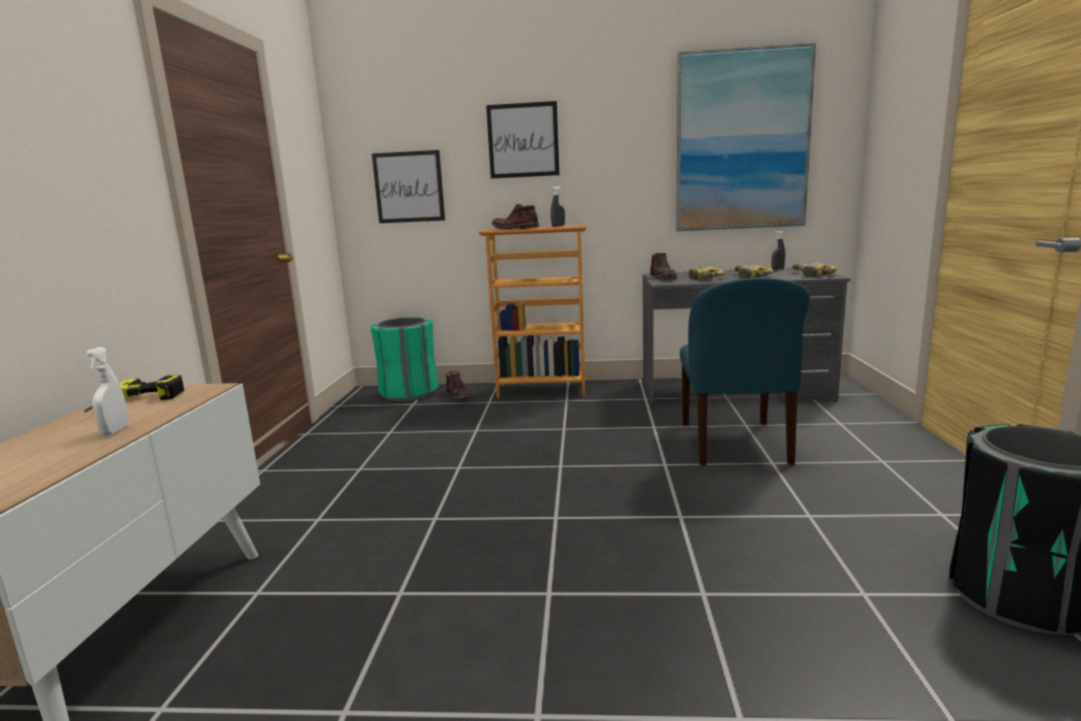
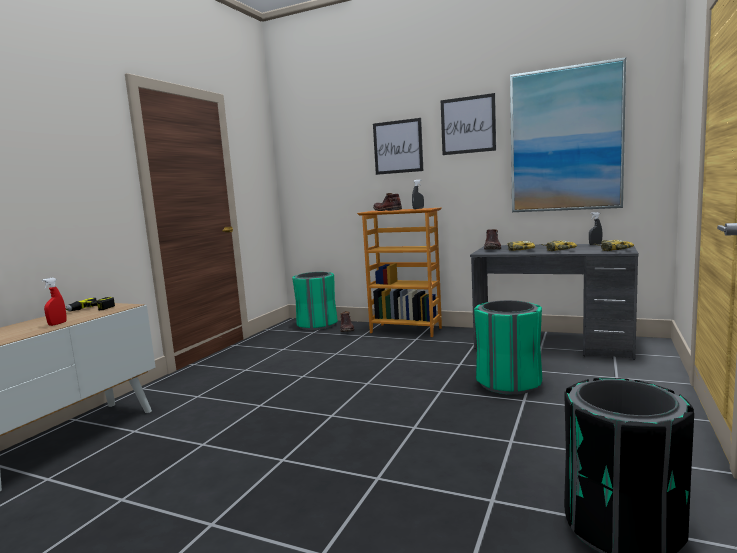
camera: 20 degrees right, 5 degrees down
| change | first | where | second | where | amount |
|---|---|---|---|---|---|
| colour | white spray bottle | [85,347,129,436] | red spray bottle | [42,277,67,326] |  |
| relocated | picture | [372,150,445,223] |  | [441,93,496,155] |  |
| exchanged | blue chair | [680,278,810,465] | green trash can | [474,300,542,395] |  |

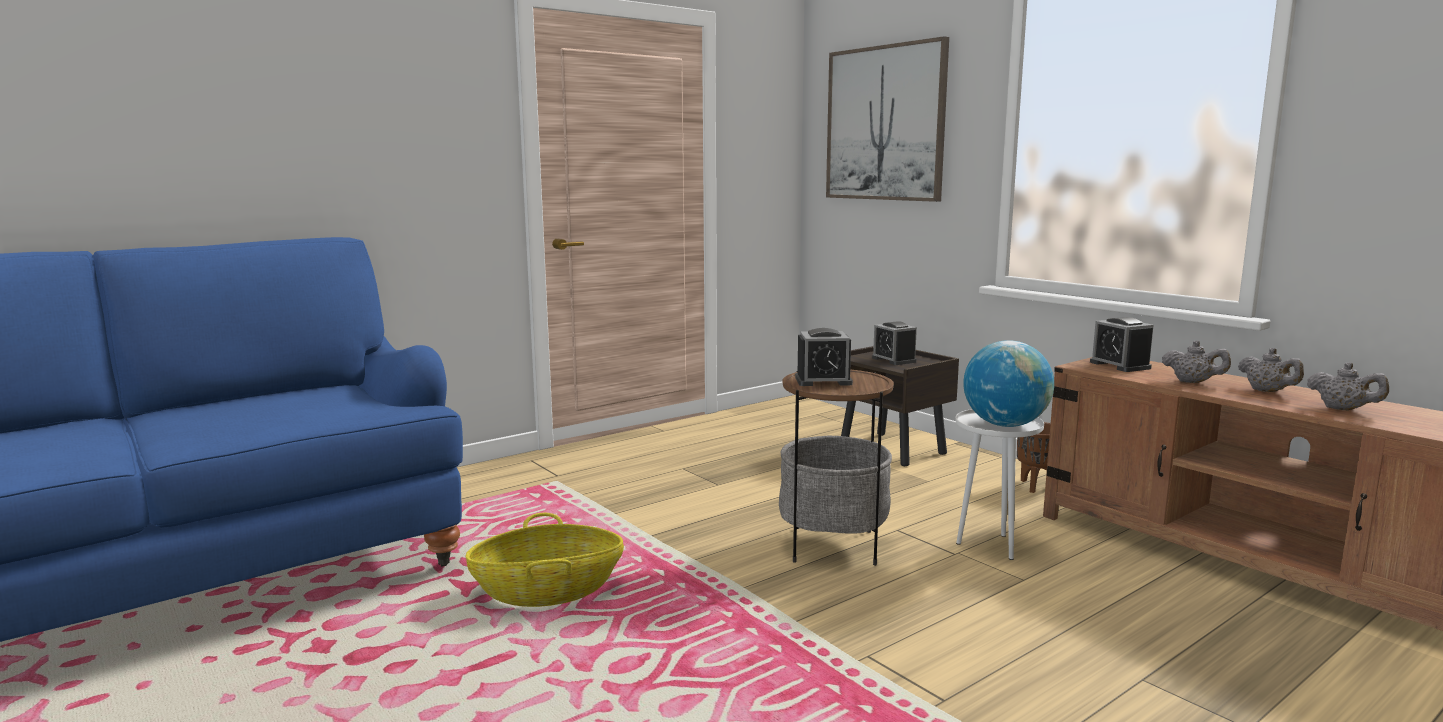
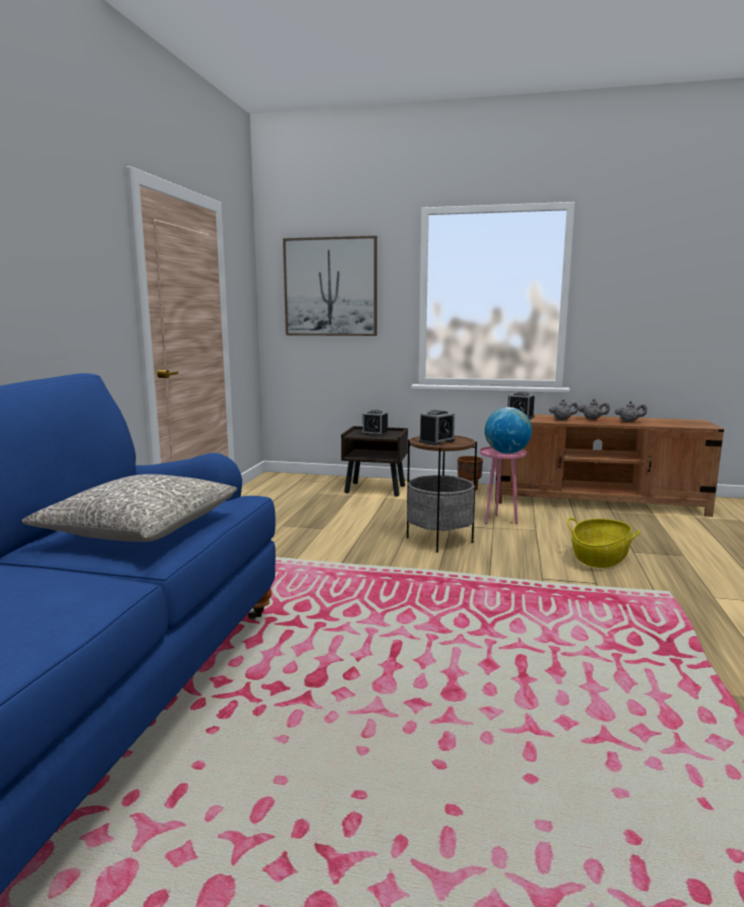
camera: 40 degrees left, 0 degrees up
| change | first | where | second | where | amount |
|---|---|---|---|---|---|
| relocated | basket | [465,513,624,607] |  | [567,518,641,568] |  |
| colour | white side table | [955,409,1044,560] | pink side table | [480,446,526,524] |  |
| appeared |  |  | grey pillow | [22,474,237,542] |  |

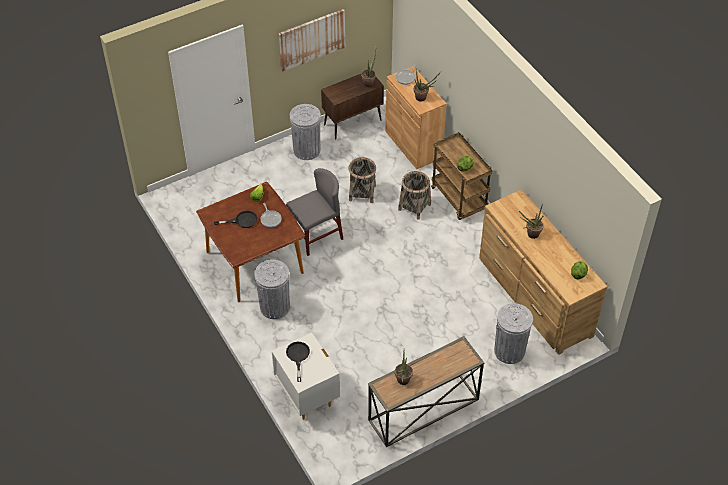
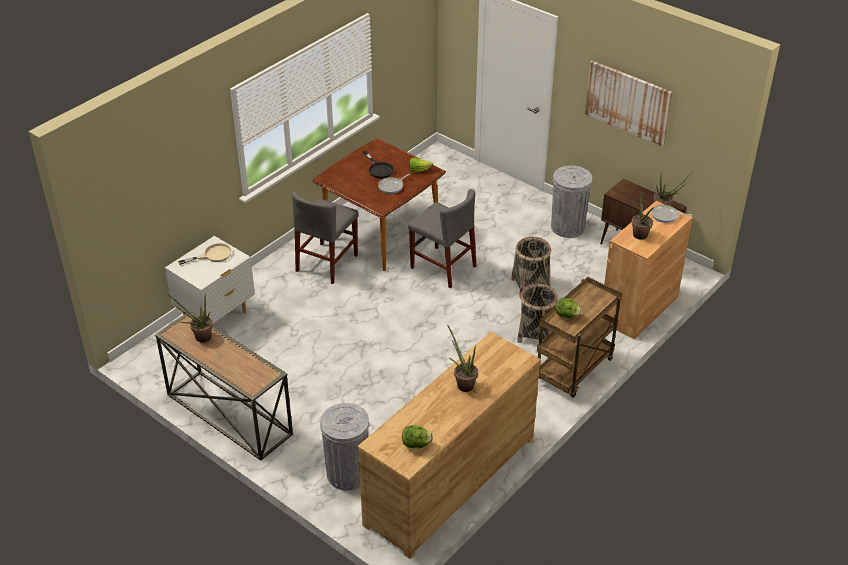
camera: 70 degrees right, 10 degrees down
| change | first | where | second | where | amount |
|---|---|---|---|---|---|
| exchanged | grey trash can | [254,259,290,319] | grey chair | [292,191,359,284] |  |
| colour | black frying pan | [286,342,310,382] | beige frying pan | [178,243,232,265] |  |

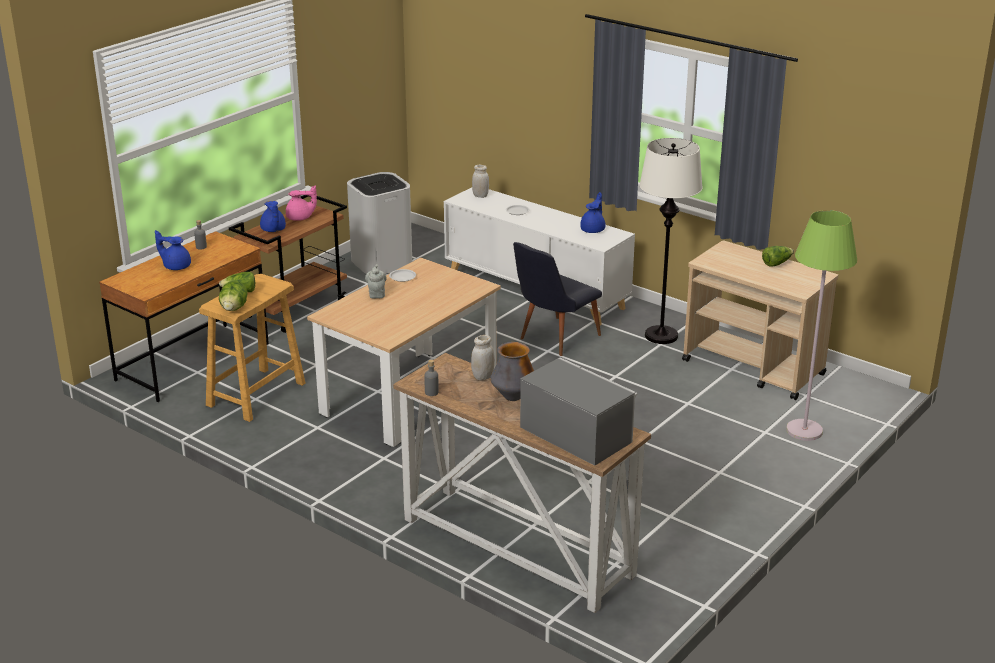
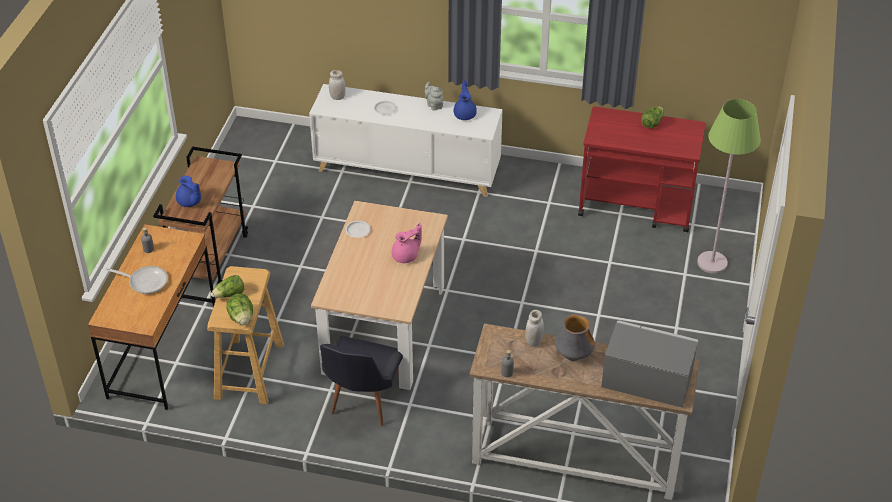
camera: 25 degrees left, 15 degrees up
| change | first | where | second | where | amount |
|---|---|---|---|---|---|
| exchanged | blue teapot | [155,230,191,270] | frying pan | [105,266,168,294] |  |
| relocated | pink teapot | [286,185,317,221] |  | [392,223,422,263] |  |
| missing | white trash can | [347,172,412,274] |  |  |  |
| relocated | grey teapot | [365,264,387,298] |  | [425,82,443,111] |  |
| relocated | black chair | [513,242,602,356] |  | [320,336,403,426] |  |
| missing | white floor lamp | [639,138,703,344] |  |  |  |
| colour | beige cart | [682,240,838,400] | red cart | [578,106,706,232] |  |

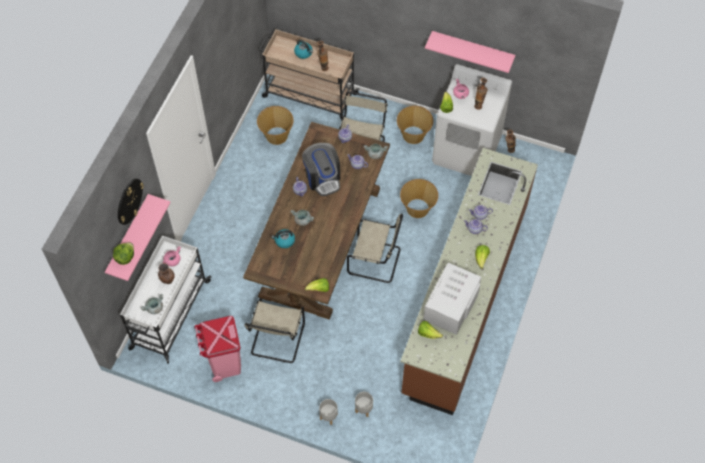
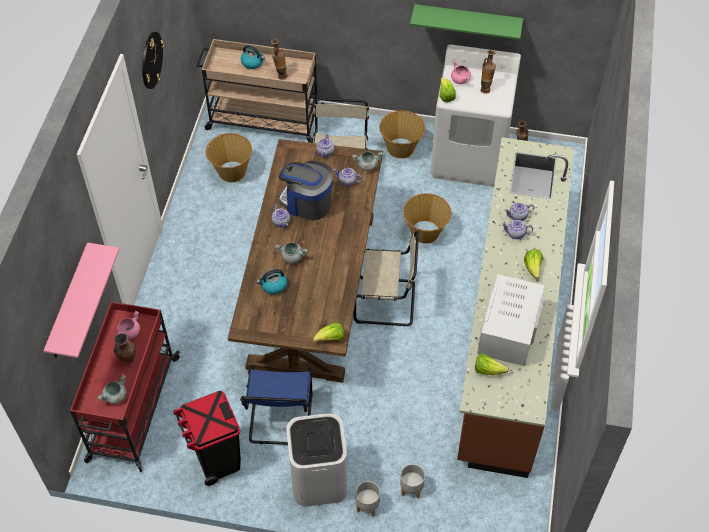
camera: 10 degrees left, 5 degrees down
| change | first | where | second | where | amount |
|---|---|---|---|---|---|
| missing | lettuce | [113,242,134,265] |  |  |  |
| relocated | wall clock | [118,179,144,225] |  | [142,32,164,89] |  |
| colour | white cart | [120,236,211,364] | red cart | [70,302,180,472] |  |
| colour | pink trash can | [194,316,241,382] | black trash can | [173,391,241,486] |  |
| colour | beige chair | [244,298,305,363] | blue chair | [240,365,313,445] |  |
| spun | coffee machine | [302,143,340,196] |  | [278,161,333,221] | 150 degrees clockwise |
| colour | pink shelf | [425,31,515,73] | green shelf | [410,4,523,40] |  |
| appeared |  |  | white trash can | [286,413,347,507] |  |

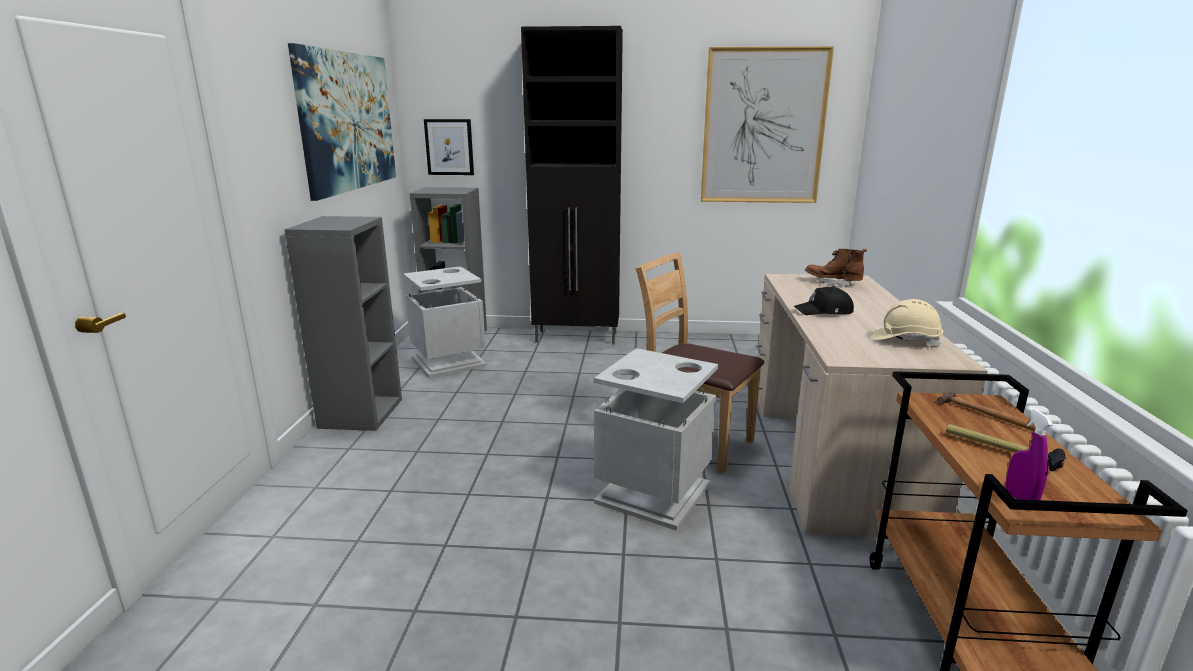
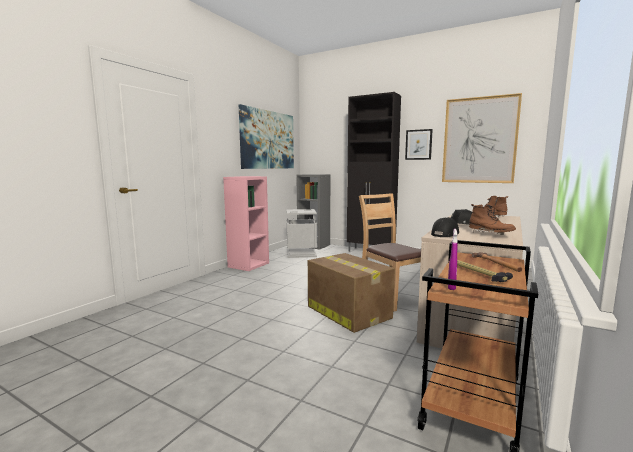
camera: 25 degrees right, 10 degrees down
| change | first | where | second | where | amount |
|---|---|---|---|---|---|
| colour | grey bookcase | [285,216,402,431] | pink bookcase | [223,176,269,271] |  |
| relocated | picture | [424,119,474,175] |  | [405,129,433,160] |  |
| exchanged | grey trash can | [594,348,718,531] | cardboard box | [308,253,395,333] |  |
| exchanged | beige hard hat | [872,299,943,346] | brown boot | [469,204,516,235] |  |
| appeared |  |  | black cap | [431,217,459,237] |  |

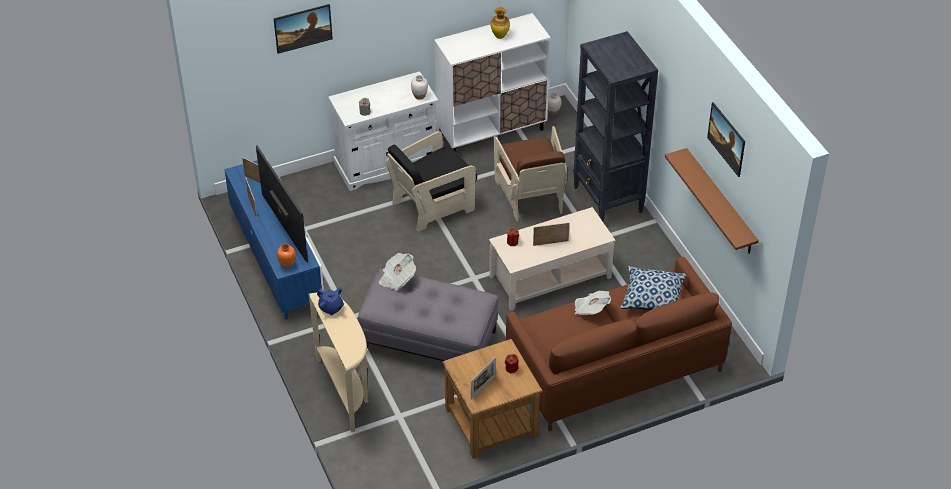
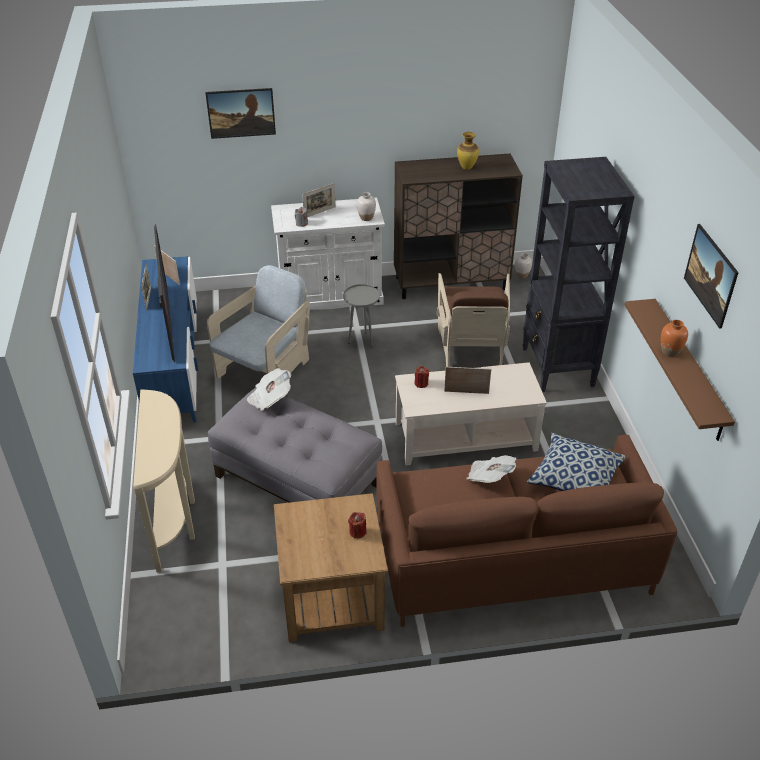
camera: 15 degrees right, 5 degrees down
| change | first | where | second | where | amount |
|---|---|---|---|---|---|
| relocated | orange vase | [277,244,296,269] |  | [661,320,688,357] |  |
| missing | blue teapot | [317,287,345,315] |  |  |  |
| exchanged | black armchair | [386,131,477,232] | grey side table | [343,284,380,347] |  |
| colour | white cabinet | [434,13,551,152] | brown cabinet | [394,154,523,299] |  |
| relocated | picture frame | [471,357,496,400] |  | [302,183,335,217] |  |
| appeared |  |  | beige armchair | [207,265,310,378] |  |

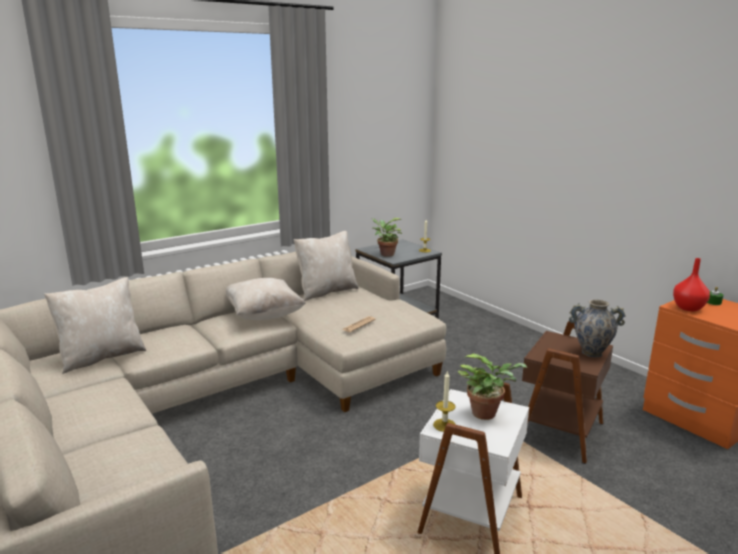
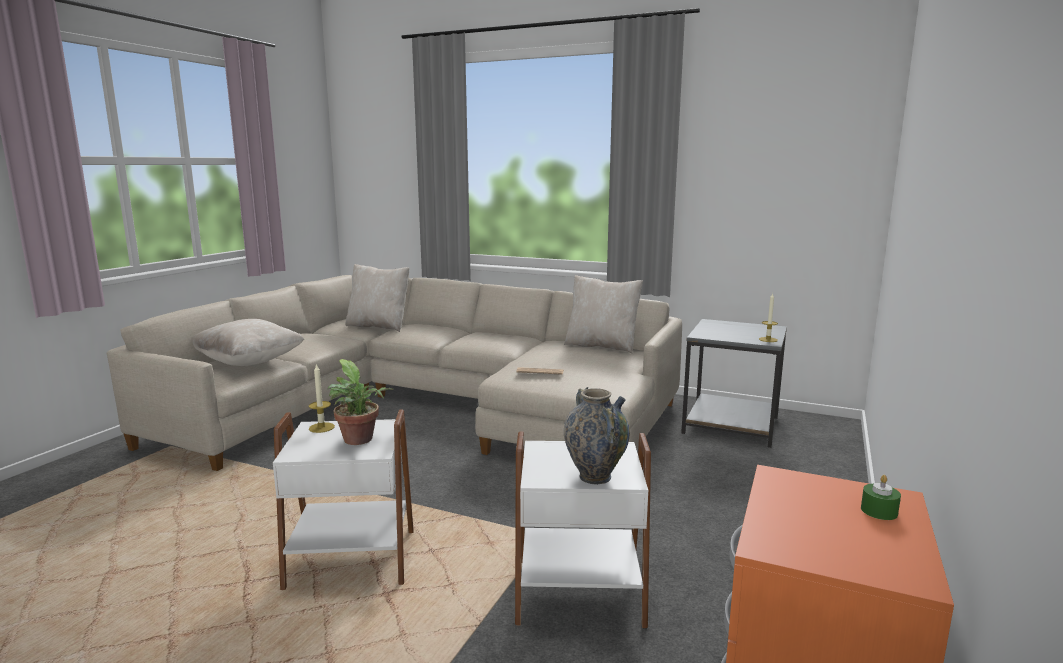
camera: 60 degrees right, 5 degrees down
| change | first | where | second | where | amount |
|---|---|---|---|---|---|
| relocated | beige pillow | [226,278,306,320] |  | [193,319,304,366] |  |
| missing | potted plant | [372,218,402,257] |  |  |  |
| colour | brown side table | [522,321,613,464] | white side table | [515,431,651,629] |  |
| missing | red vase | [673,258,710,311] |  |  |  |

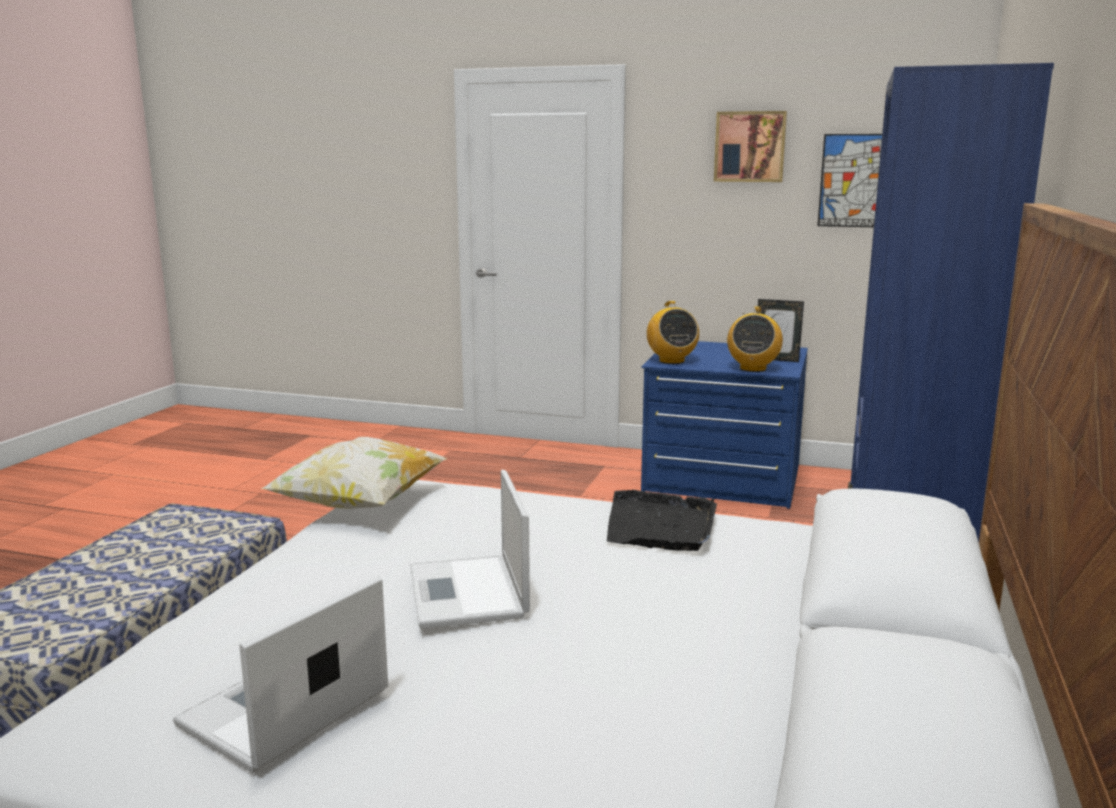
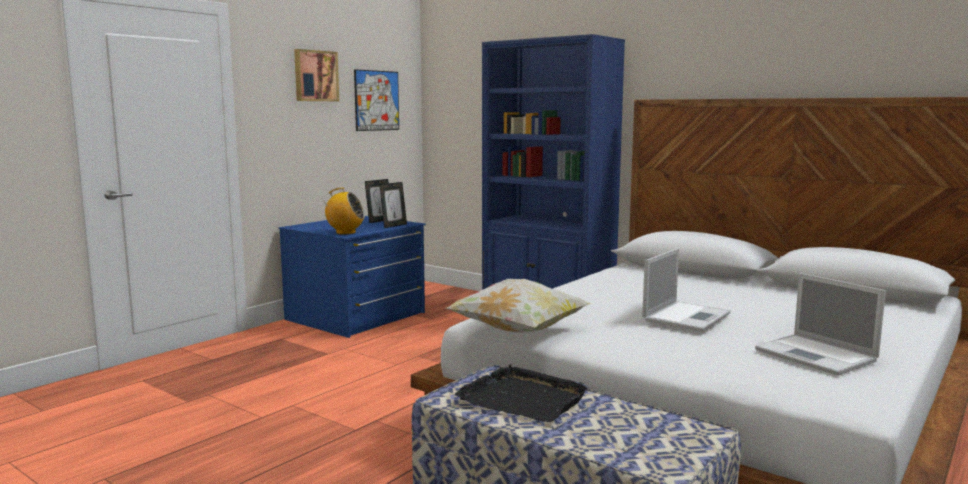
camera: 70 degrees left, 5 degrees down
| change | first | where | second | where | amount |
|---|---|---|---|---|---|
| spun | laptop | [410,470,530,629] |  | [642,248,731,332] | 60 degrees counterclockwise |
| relocated | black tray | [607,490,717,551] |  | [455,364,589,422] |  |
| exchanged | radio | [727,306,783,372] | picture frame | [379,182,407,228] |  |

